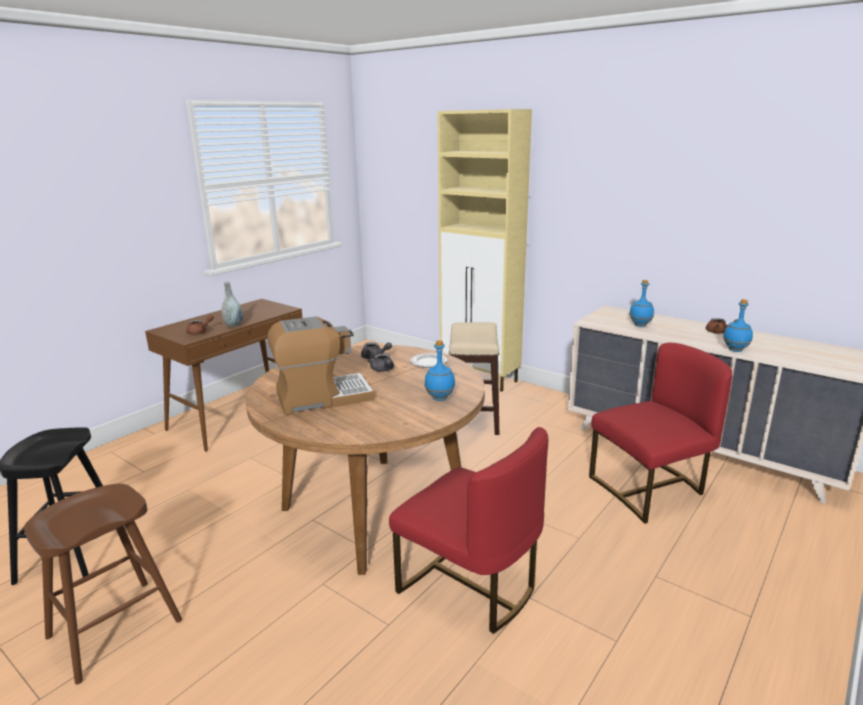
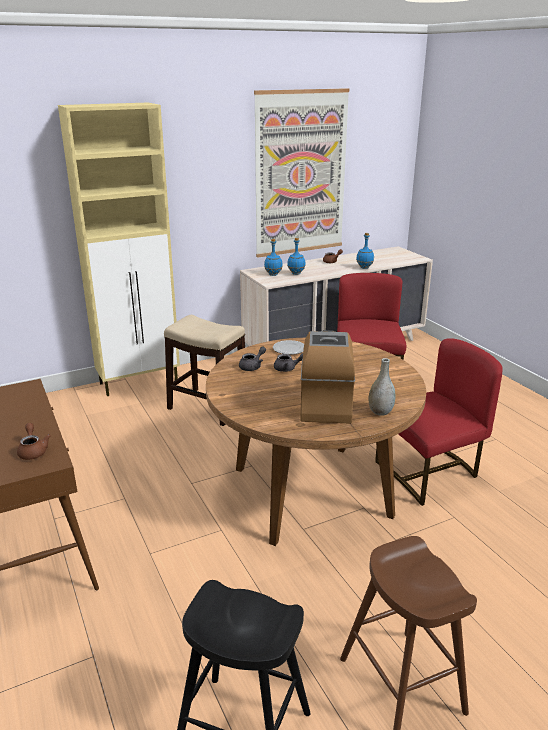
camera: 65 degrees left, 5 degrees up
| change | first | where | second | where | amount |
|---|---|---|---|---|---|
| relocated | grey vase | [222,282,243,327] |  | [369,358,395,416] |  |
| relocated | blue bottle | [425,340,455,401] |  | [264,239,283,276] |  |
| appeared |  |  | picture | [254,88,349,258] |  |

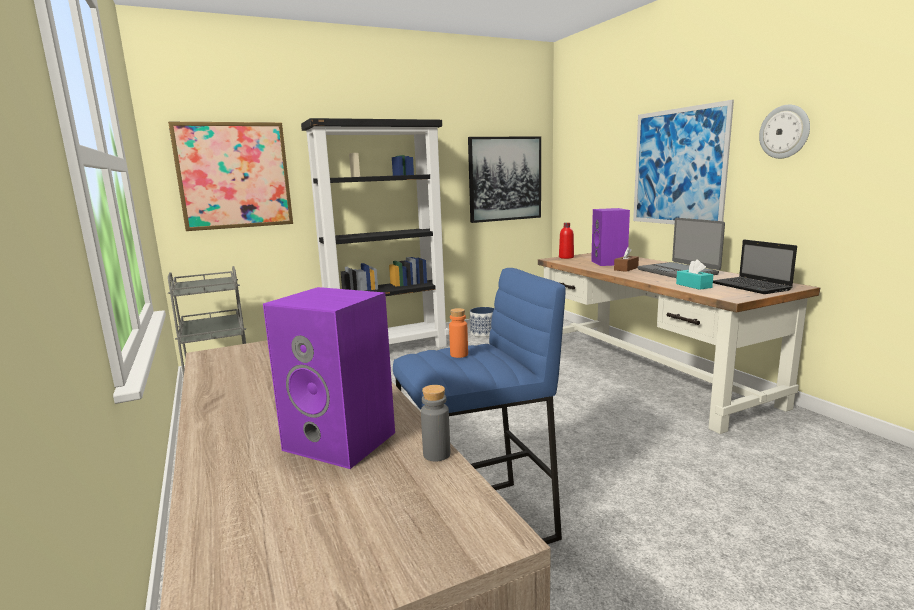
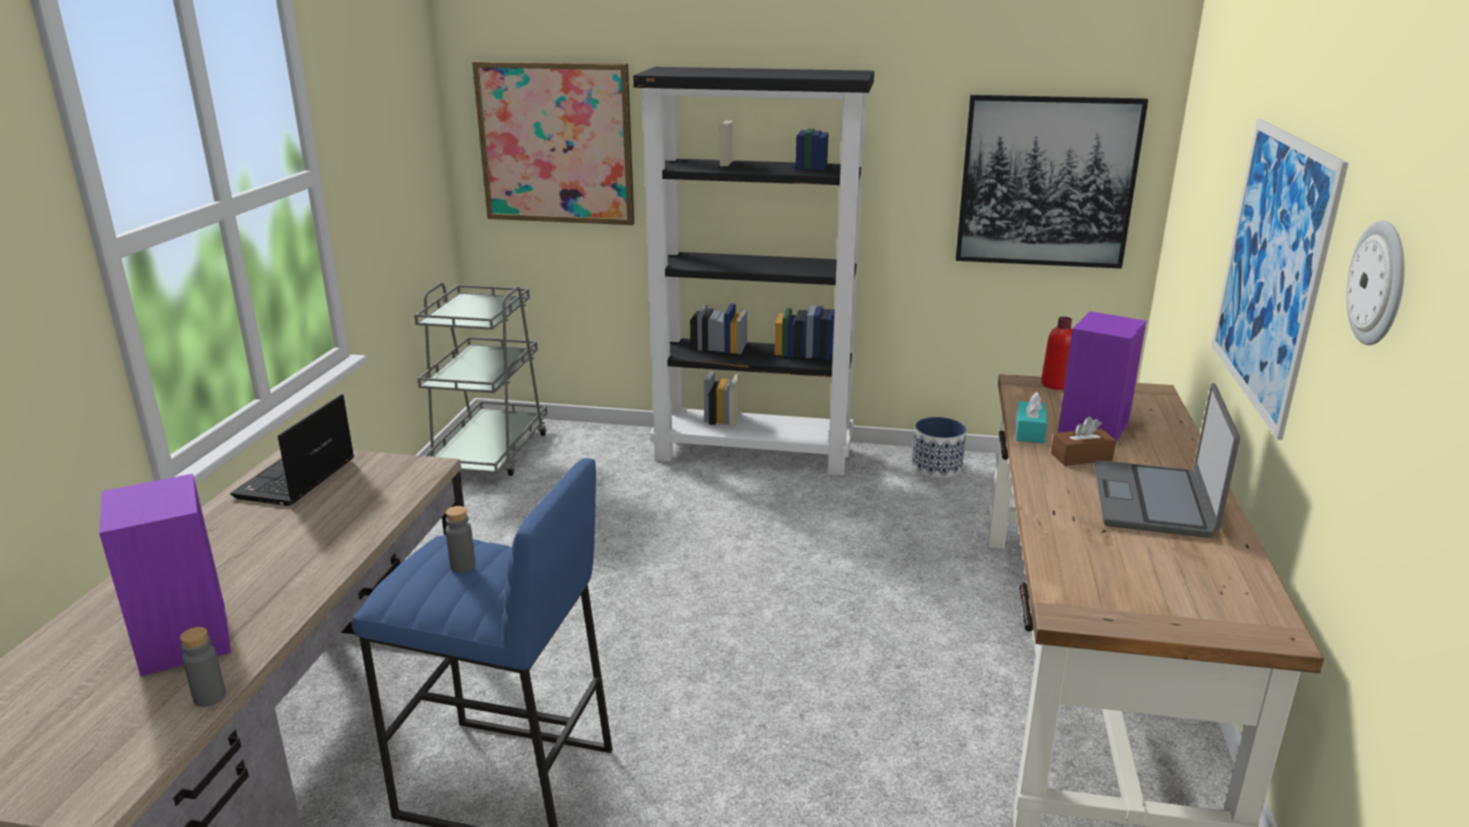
camera: 35 degrees right, 10 degrees up
| change | first | where | second | where | amount |
|---|---|---|---|---|---|
| colour | orange bottle | [449,308,468,358] | grey bottle | [445,506,475,573] |  |
| relocated | turquoise tissue box | [676,260,713,290] |  | [1016,392,1047,443] |  |
| relocated | laptop | [713,239,797,294] |  | [230,394,354,506] |  |

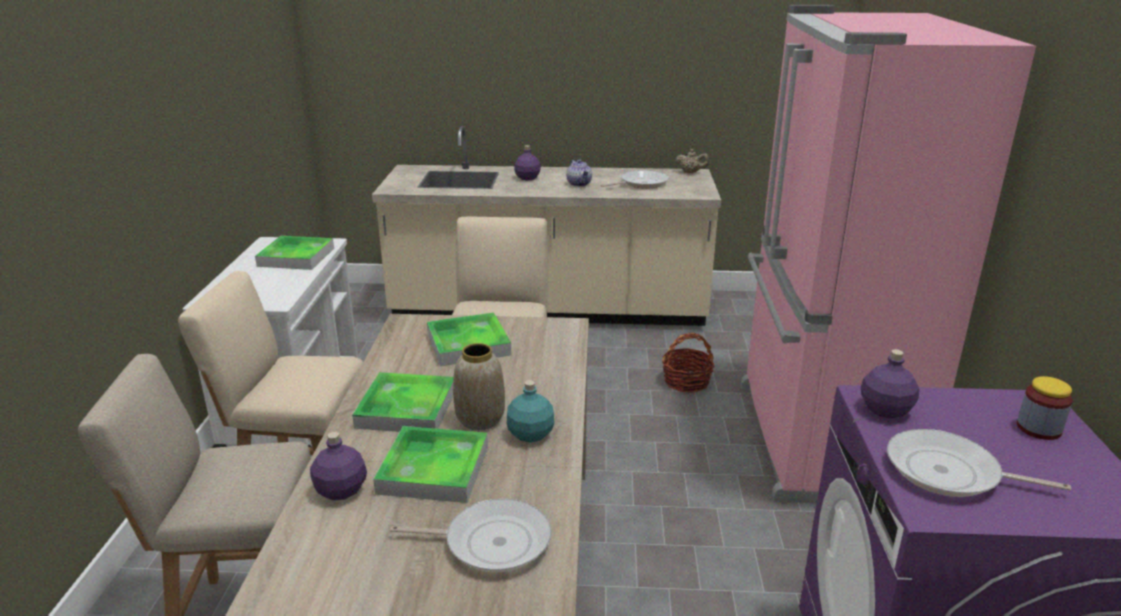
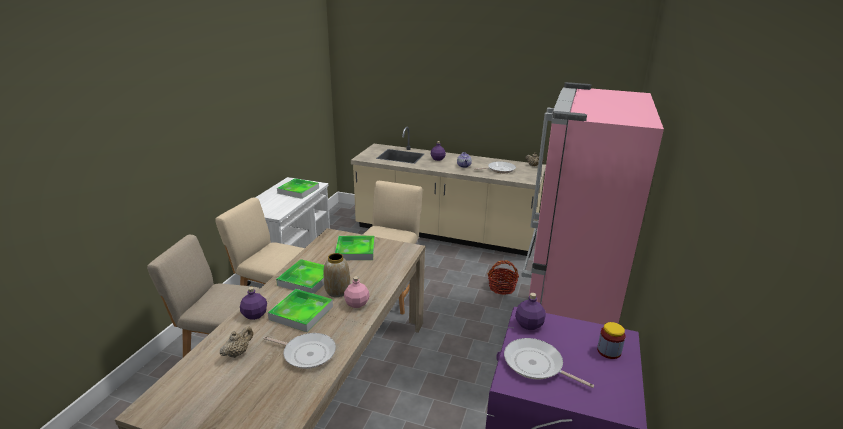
camera: 15 degrees right, 0 degrees up
| change | first | where | second | where | amount |
|---|---|---|---|---|---|
| colour | turquoise bottle | [507,380,554,443] | pink bottle | [344,276,370,308] |  |
| appeared |  |  | beige teapot | [220,326,253,358] |  |

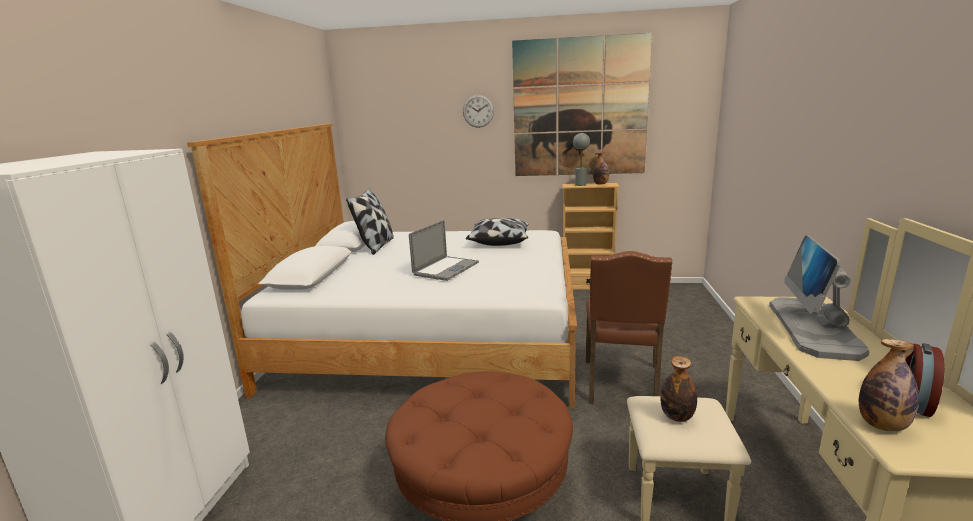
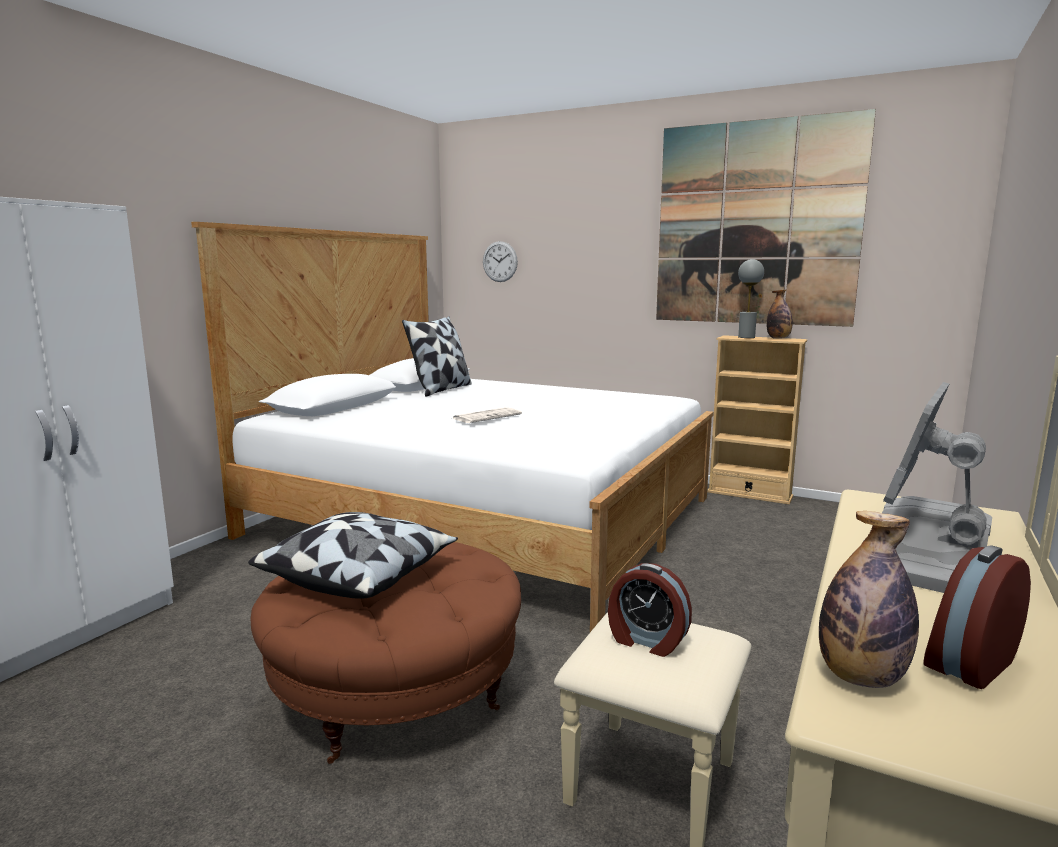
camera: 20 degrees right, 5 degrees down
| change | first | where | second | where | amount |
|---|---|---|---|---|---|
| exchanged | laptop | [409,220,479,281] | newspaper | [451,407,522,423] |  |
| relocated | wall clock | [463,95,494,128] |  | [483,241,518,282] |  |
| relocated | pillow | [466,218,529,246] |  | [248,512,458,599] |  |
| missing | brown chair | [586,251,673,404] |  |  |  |
| exchanged | bottle | [660,356,697,422] | alarm clock | [608,563,692,657] |  |

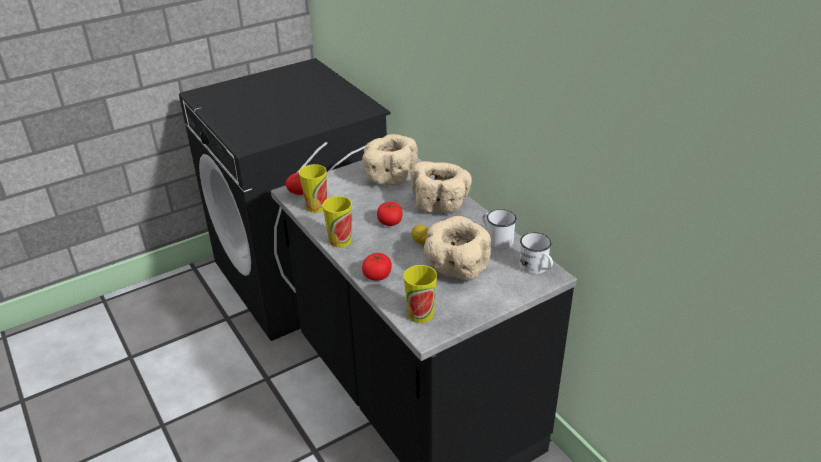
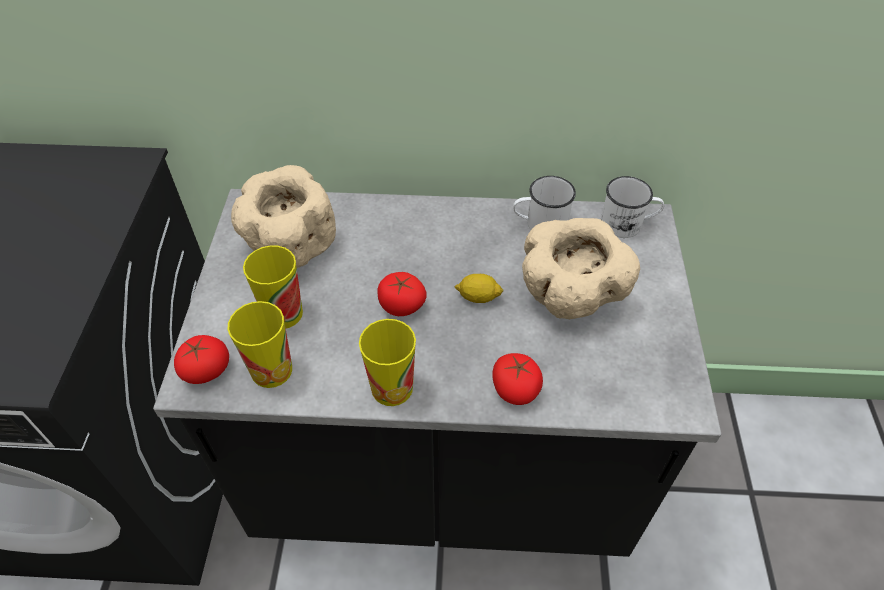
camera: 55 degrees left, 15 degrees up
| change | first | where | second | where | amount |
|---|---|---|---|---|---|
| relocated | cup | [404,265,437,323] |  | [243,246,303,328] |  |
| missing | beige bowl | [411,161,472,213] |  |  |  |

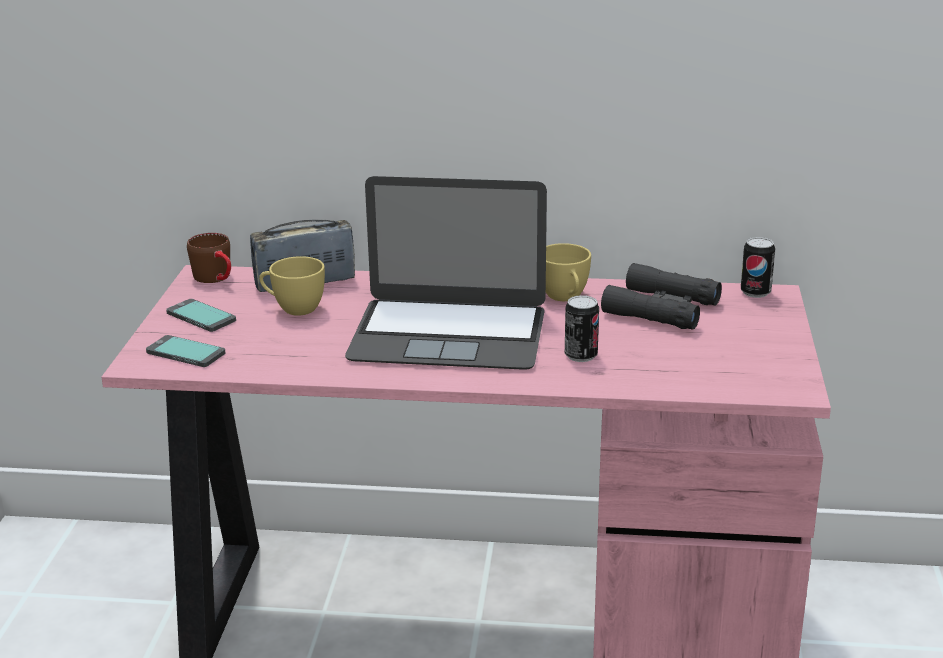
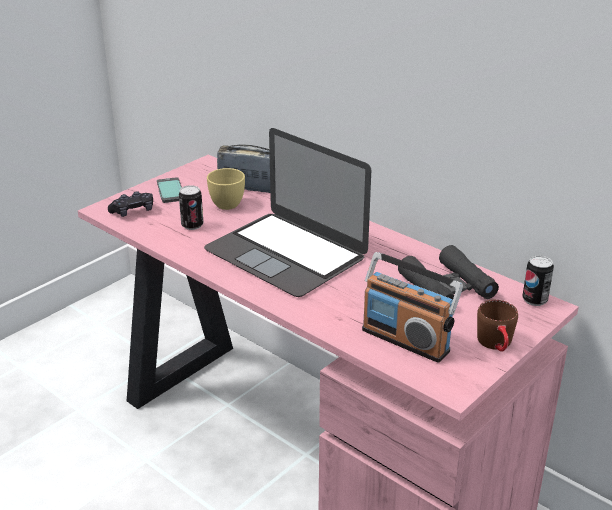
camera: 35 degrees right, 5 degrees up
| change | first | where | second | where | amount |
|---|---|---|---|---|---|
| exchanged | phone | [146,335,225,367] | black game controller | [108,191,153,217] |  |
| relocated | brown mug | [187,233,231,283] |  | [477,300,518,352] |  |
| missing | yellow cup | [546,243,591,301] |  |  |  |
| relocated | can | [565,295,599,362] |  | [179,185,203,230] |  |
| appeared |  |  | radio | [362,252,463,363] |  |

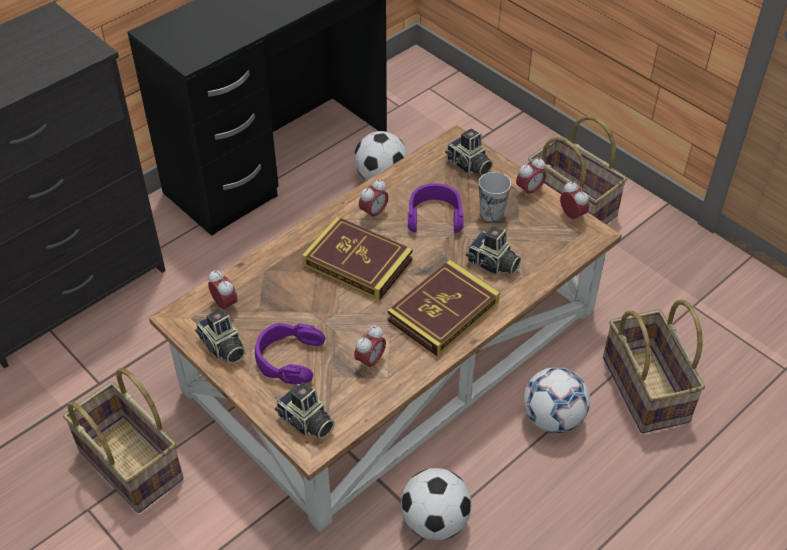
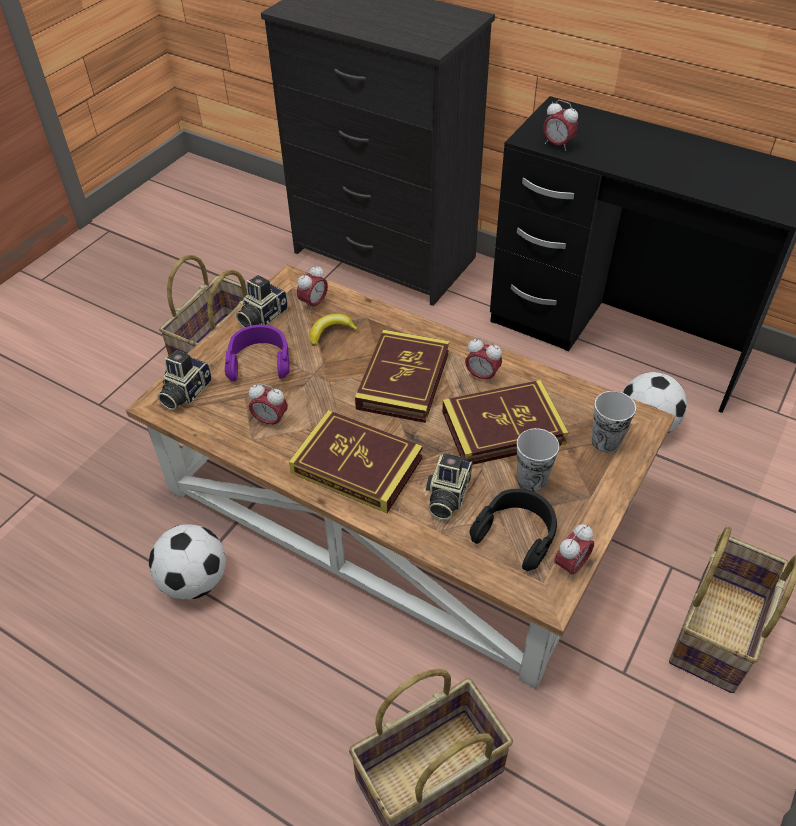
camera: 75 degrees right, 0 degrees up
| change | first | where | second | where | amount |
|---|---|---|---|---|---|
| exchanged | purple headphones | [408,183,463,233] | book | [442,380,568,465] |  |
| exchanged | photo camera | [445,129,493,176] | cup | [592,391,636,453] |  |
| relocated | alarm clock | [516,157,546,198] |  | [543,100,578,151] |  |
| missing | football | [523,367,590,433] |  |  |  |
| appeared |  |  | banana | [309,314,359,346] |  |
| appeared |  |  | black headphones | [469,489,557,571] |  |

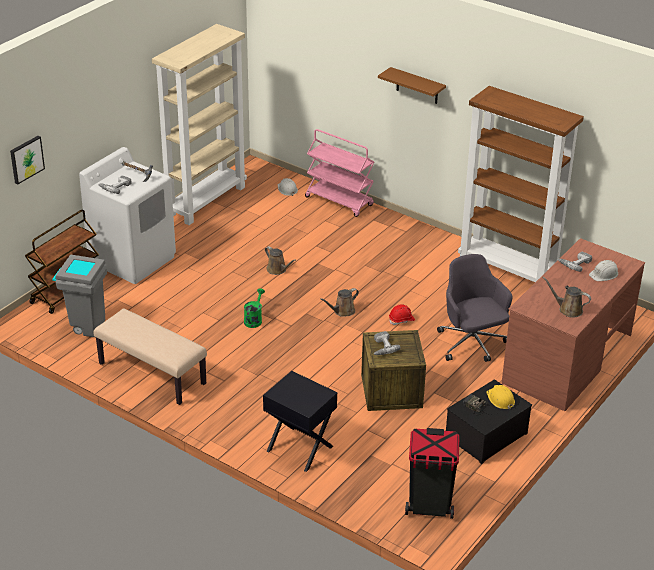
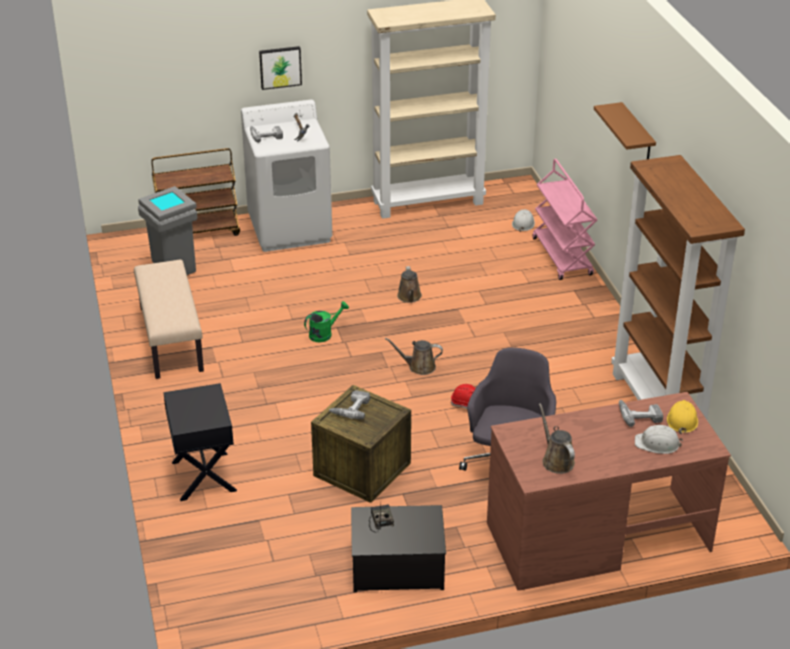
camera: 40 degrees right, 0 degrees up
| change | first | where | second | where | amount |
|---|---|---|---|---|---|
| relocated | picture | [10,136,45,184] |  | [259,46,302,90] |  |
| missing | black trash can | [405,428,460,519] |  |  |  |
| relocated | yellow hard hat | [486,385,515,410] |  | [667,400,698,434] |  |

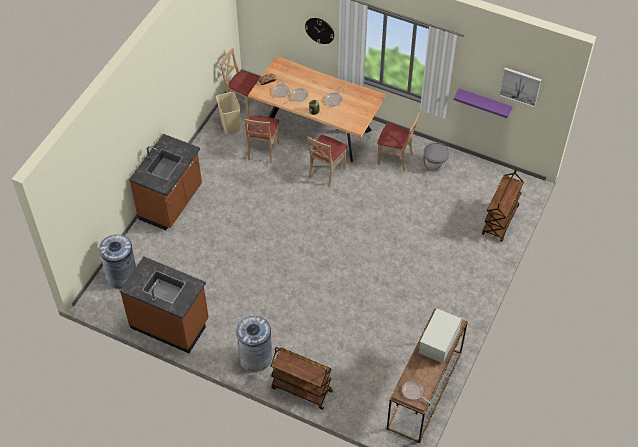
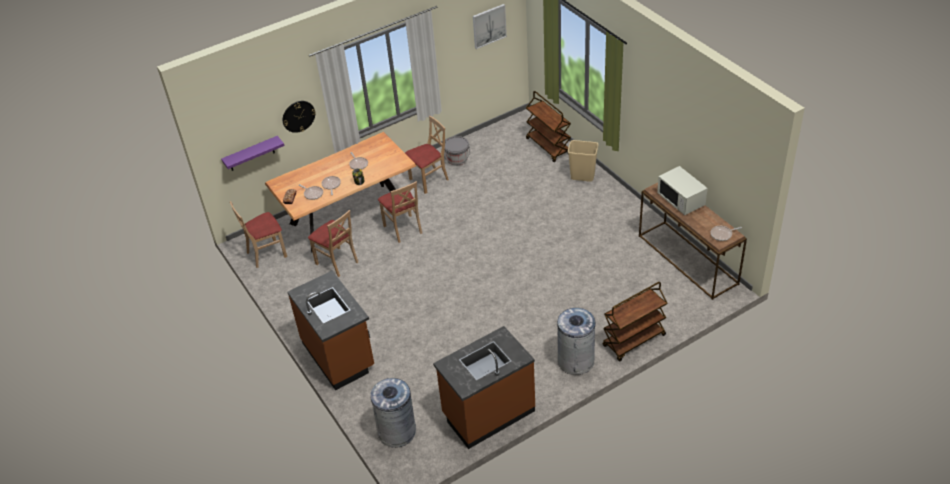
camera: 55 degrees left, 10 degrees down
| change | first | where | second | where | amount |
|---|---|---|---|---|---|
| relocated | beige trash can | [216,92,240,134] |  | [568,140,598,182] |  |
| relocated | purple shelf | [453,88,513,118] |  | [221,136,284,171] |  |

